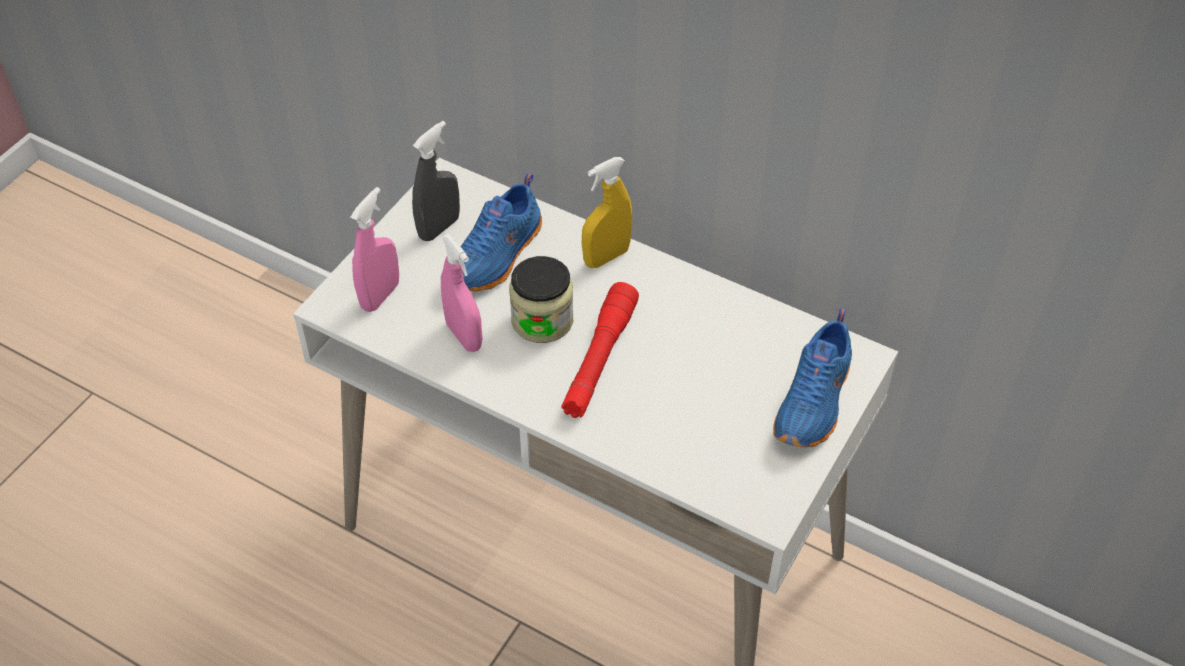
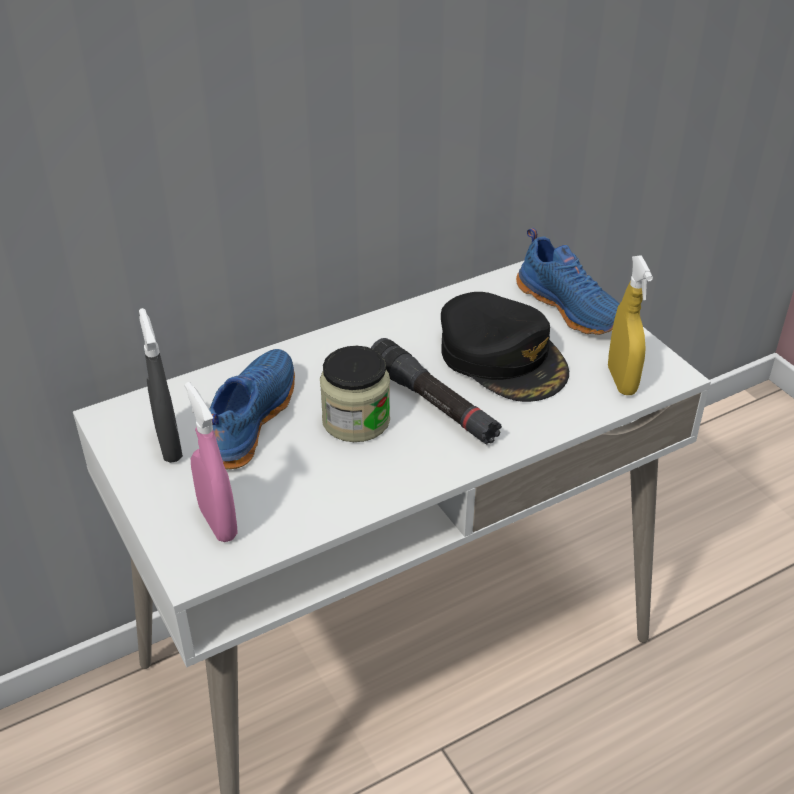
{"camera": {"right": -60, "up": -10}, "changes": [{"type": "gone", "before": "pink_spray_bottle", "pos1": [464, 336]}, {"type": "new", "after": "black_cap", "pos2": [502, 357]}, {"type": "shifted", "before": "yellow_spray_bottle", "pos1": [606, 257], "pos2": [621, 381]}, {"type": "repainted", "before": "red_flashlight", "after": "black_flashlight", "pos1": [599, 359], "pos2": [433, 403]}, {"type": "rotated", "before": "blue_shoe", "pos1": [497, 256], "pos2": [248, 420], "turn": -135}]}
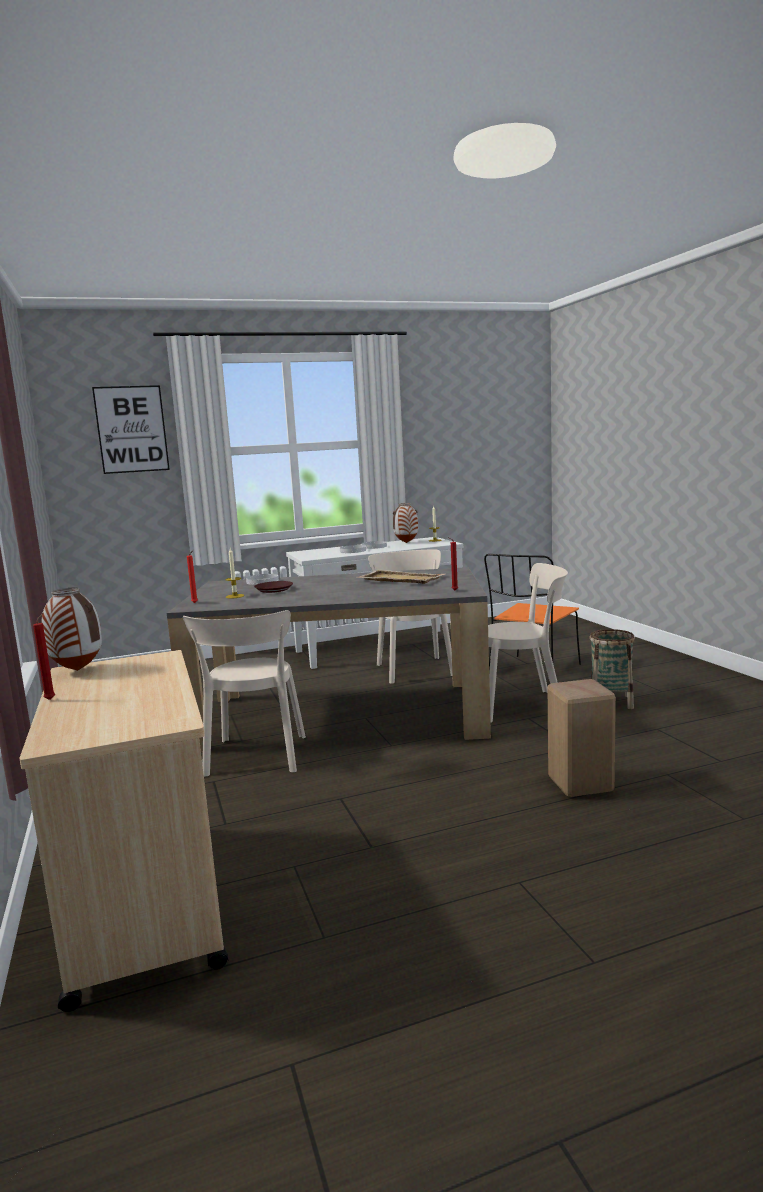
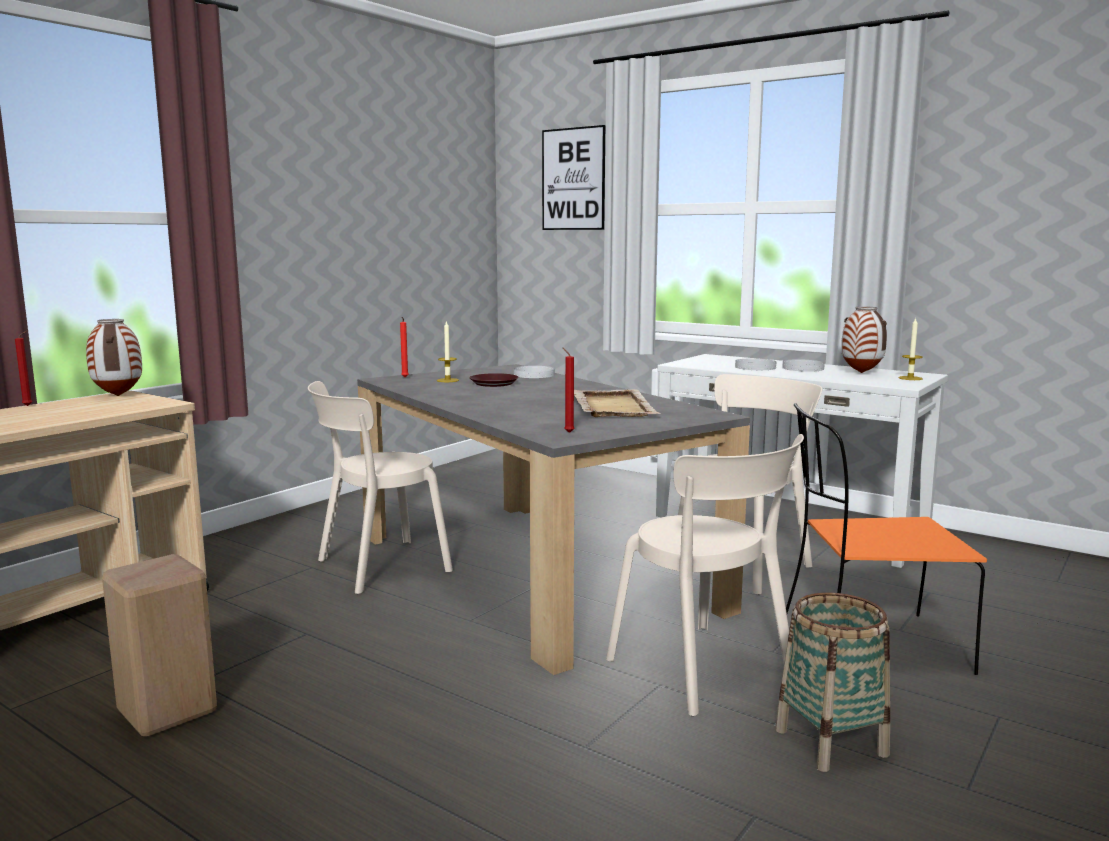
{"camera": {"right": 55, "up": 0}, "changes": [{"type": "shifted", "before": "beige_stool", "pos1": [579, 785], "pos2": [164, 711]}]}
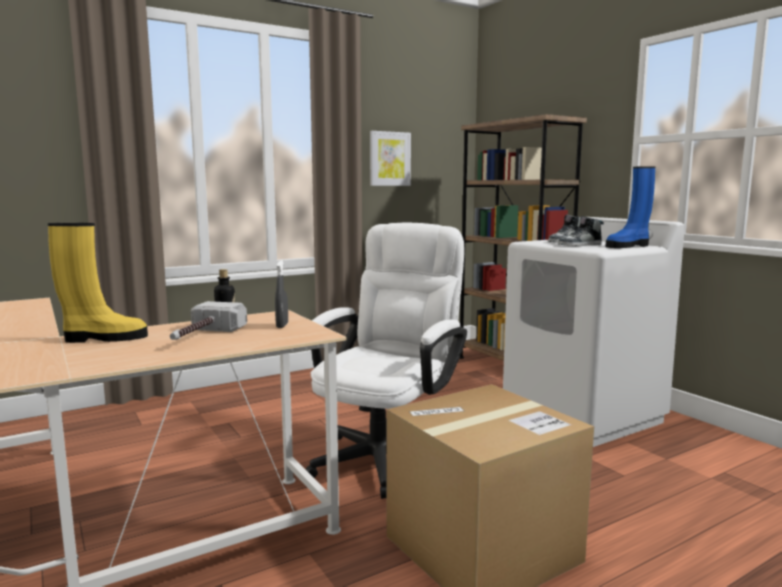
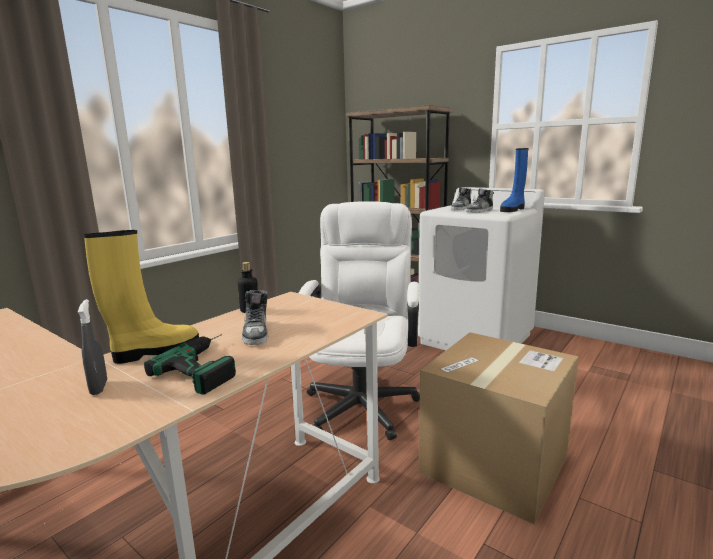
{"camera": {"right": -20, "up": 5}, "changes": [{"type": "gone", "before": "picture", "pos1": [389, 159]}, {"type": "new", "after": "power_drill", "pos2": [210, 364]}, {"type": "shifted", "before": "grey_spray_bottle", "pos1": [282, 325], "pos2": [99, 388]}, {"type": "swapped", "before": "hammer", "after": "shoe", "pos1": [202, 336], "pos2": [256, 333]}]}
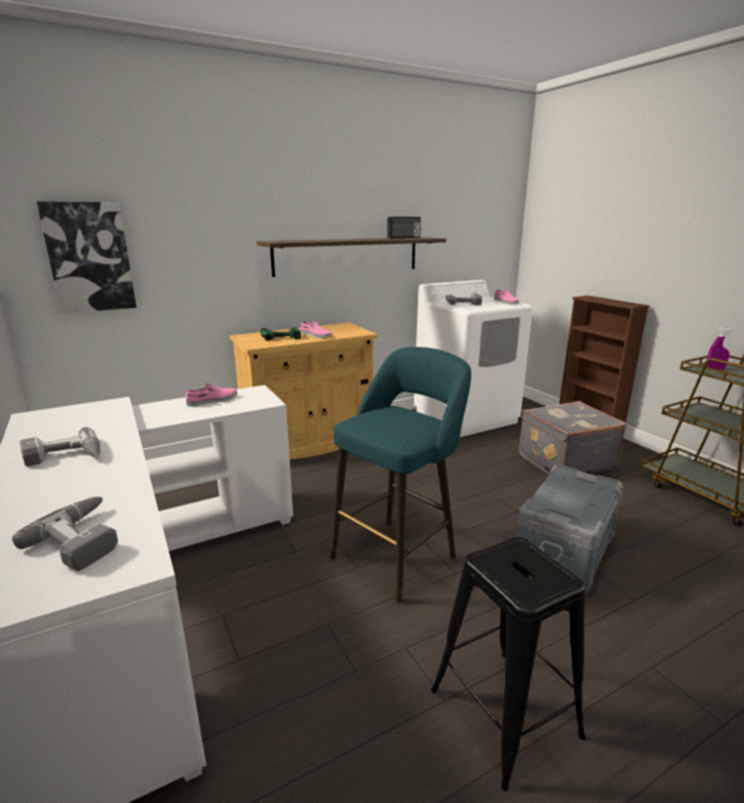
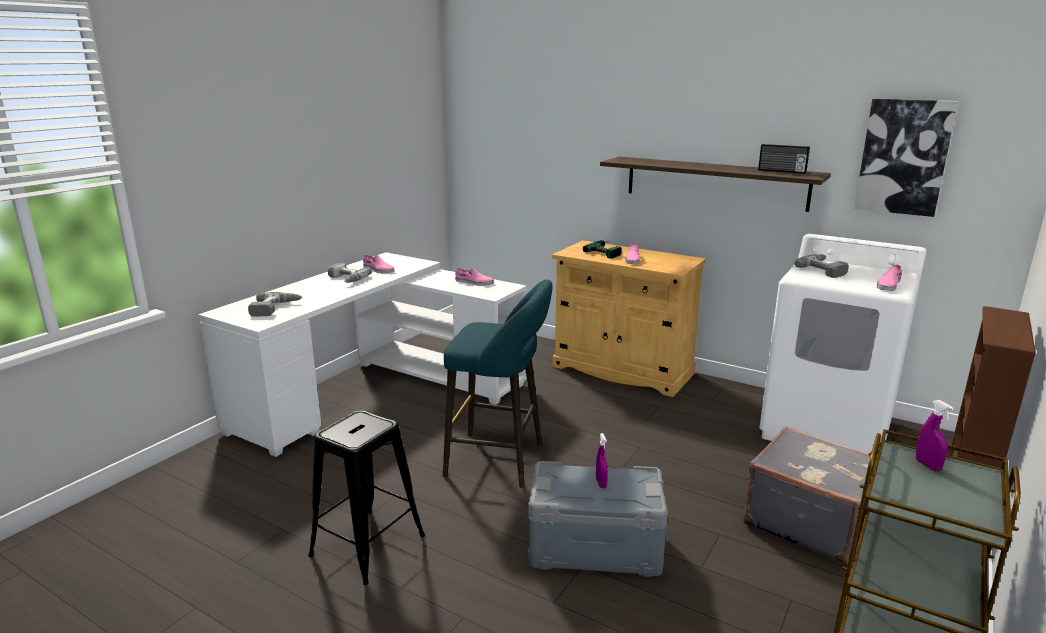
{"camera": {"right": 60, "up": 0}, "changes": [{"type": "new", "after": "pink_shoe", "pos2": [378, 270]}, {"type": "new", "after": "purple_spray_bottle", "pos2": [601, 483]}, {"type": "shifted", "before": "picture", "pos1": [89, 257], "pos2": [903, 157]}]}
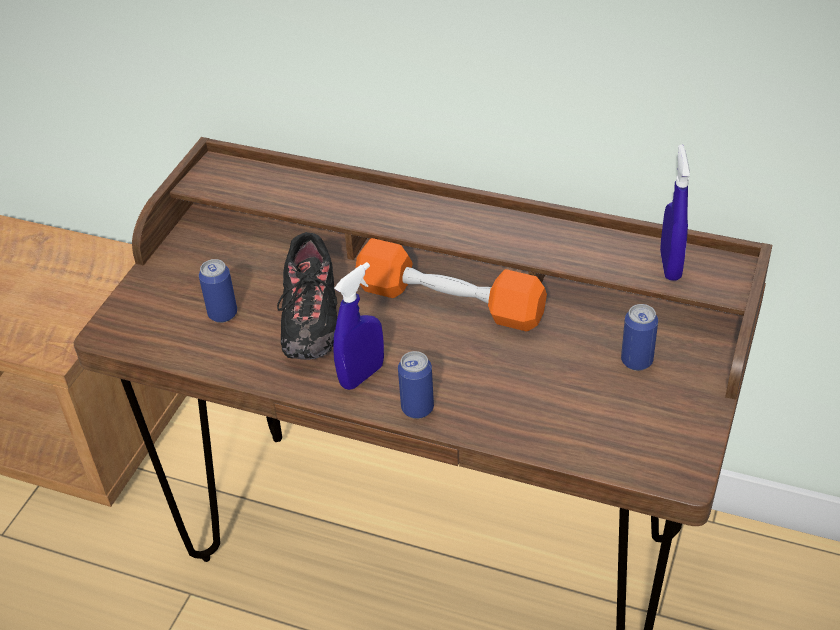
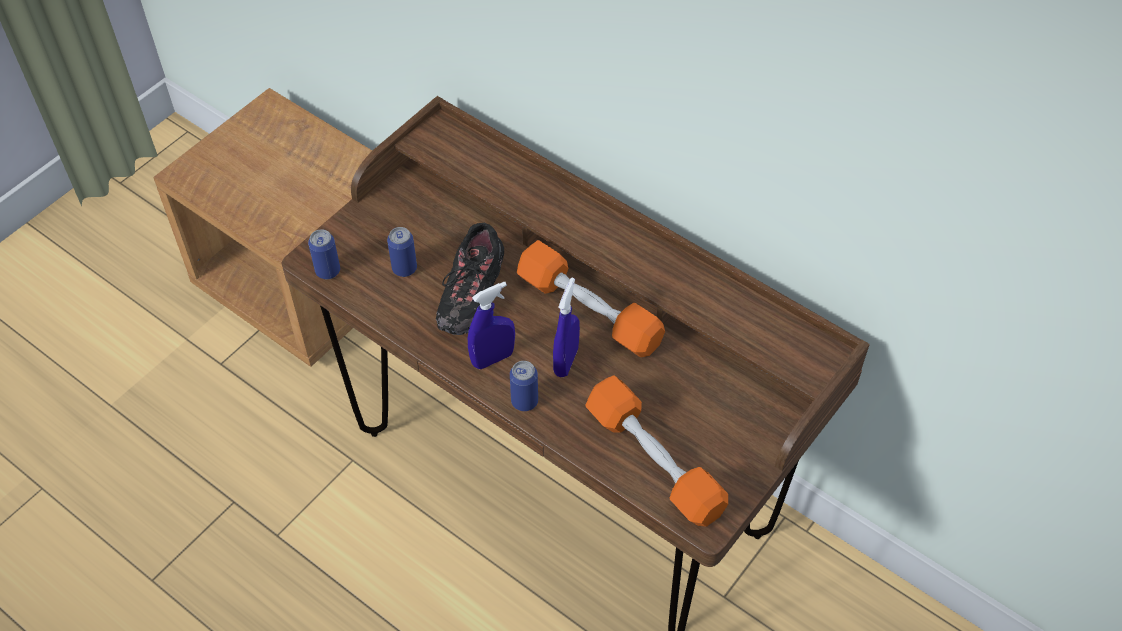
{"camera": {"right": 15, "up": 10}, "changes": [{"type": "new", "after": "orange_dumbbell", "pos2": [654, 461]}, {"type": "shifted", "before": "can", "pos1": [636, 361], "pos2": [328, 271]}, {"type": "shifted", "before": "blue_spray_bottle", "pos1": [670, 265], "pos2": [566, 361]}]}
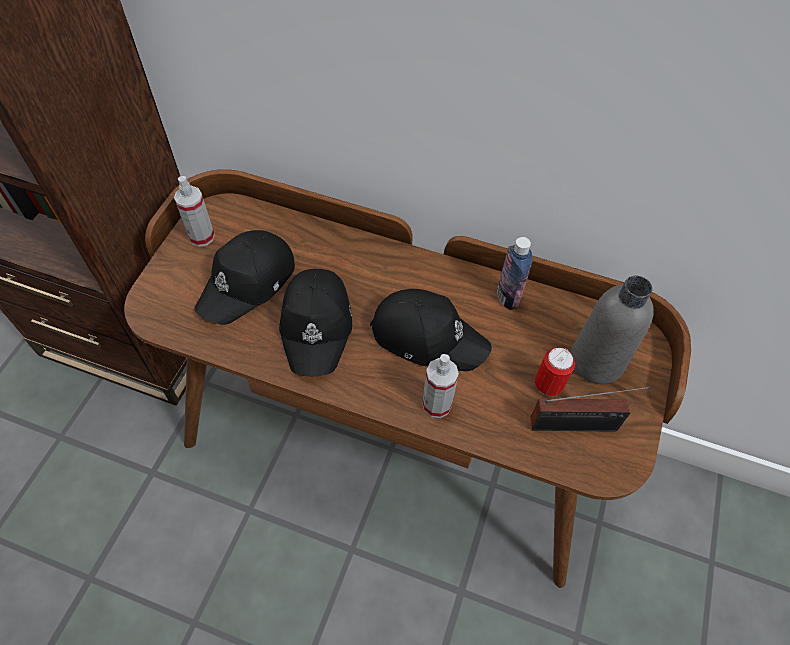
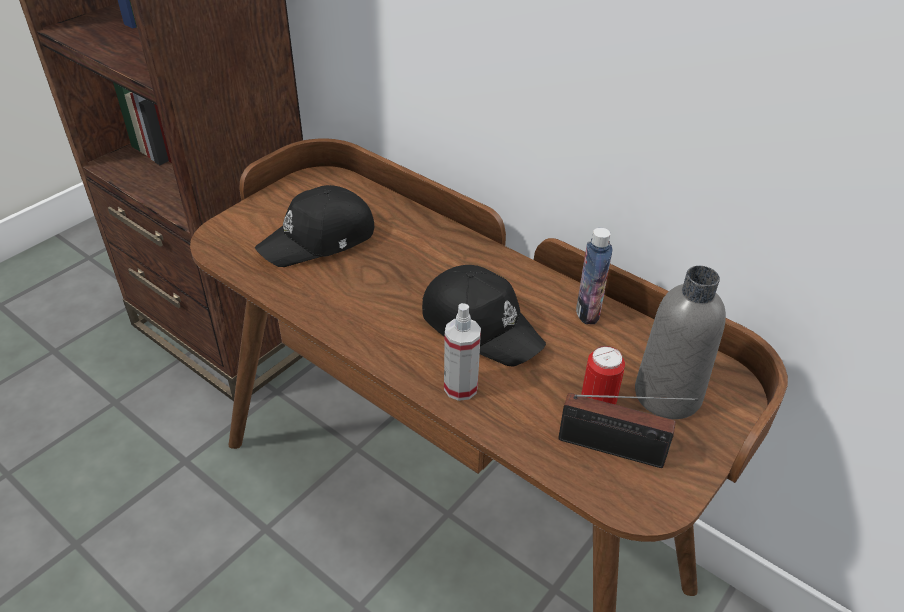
{"camera": {"right": 20, "up": -15}, "changes": [{"type": "gone", "before": "spray_bottle", "pos1": [201, 236]}, {"type": "gone", "before": "black_cap", "pos1": [317, 326]}]}
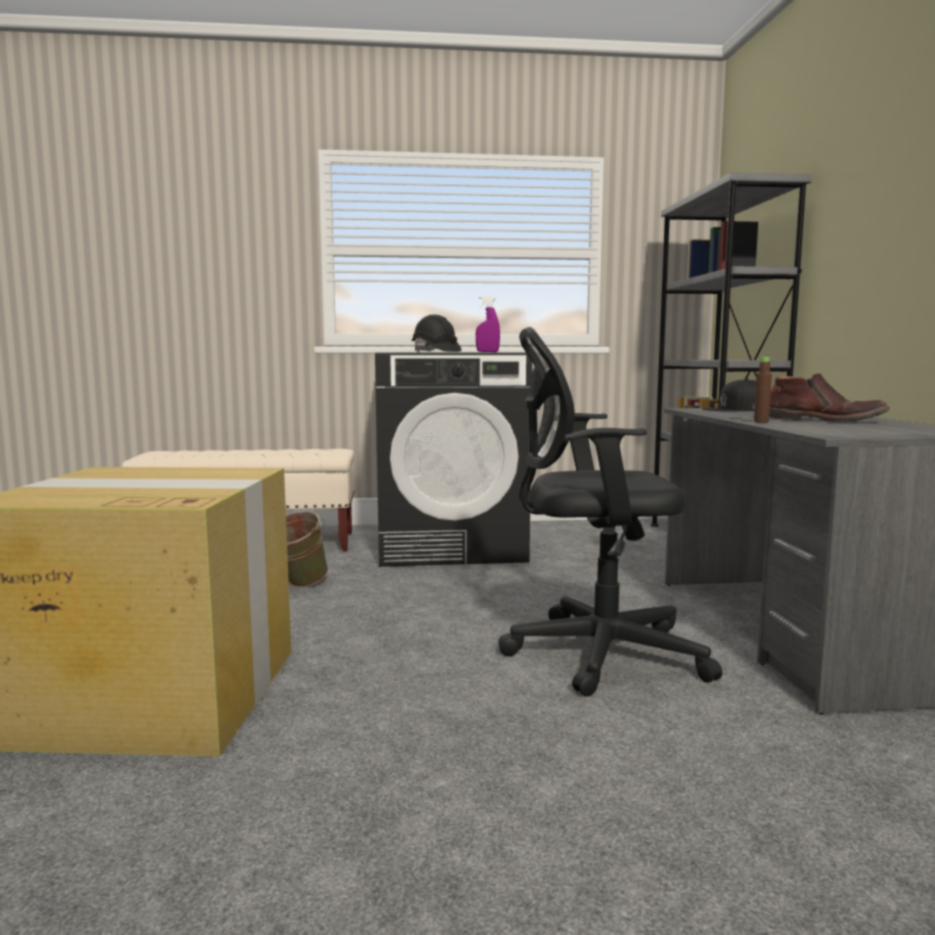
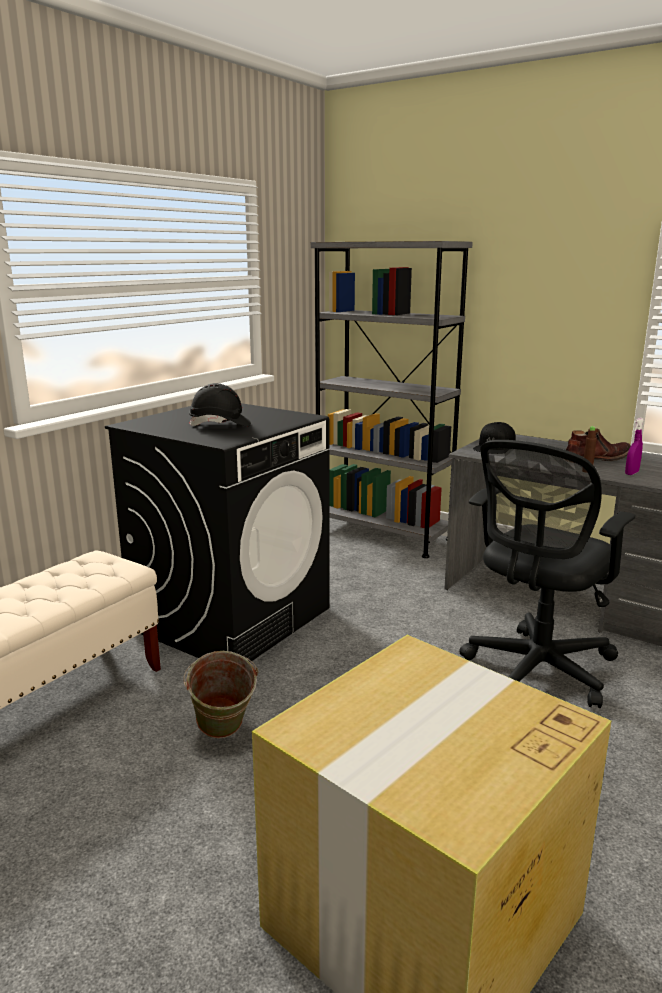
{"camera": {"right": -50, "up": 10}, "changes": [{"type": "shifted", "before": "purple_spray_bottle", "pos1": [487, 352], "pos2": [631, 473]}]}
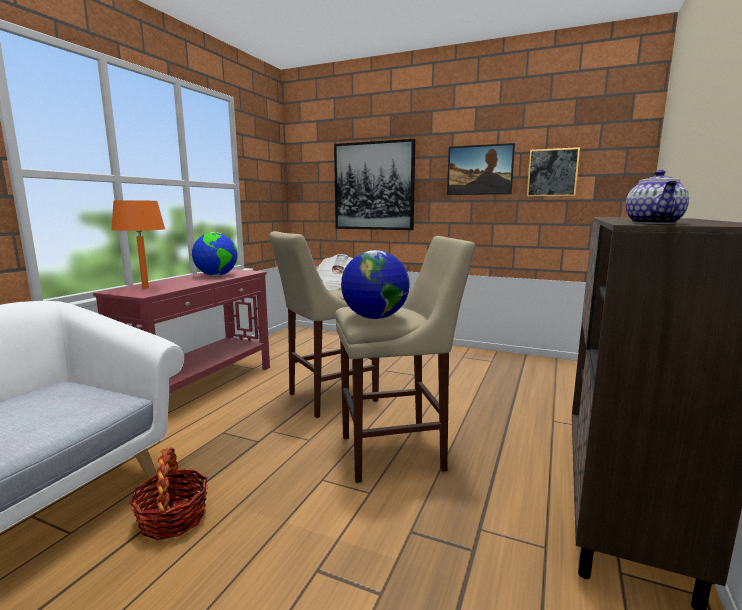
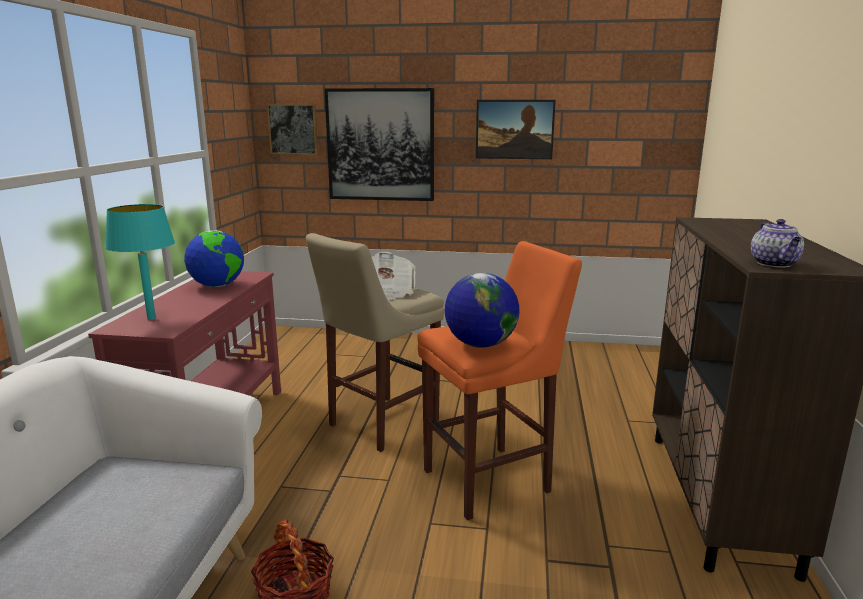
{"camera": {"right": -15, "up": 5}, "changes": [{"type": "shifted", "before": "picture", "pos1": [552, 172], "pos2": [293, 129]}, {"type": "repainted", "before": "orange_table_lamp", "after": "turquoise_table_lamp", "pos1": [145, 288], "pos2": [151, 318]}, {"type": "repainted", "before": "beige_stool", "after": "orange_stool", "pos1": [398, 452], "pos2": [492, 479]}]}
